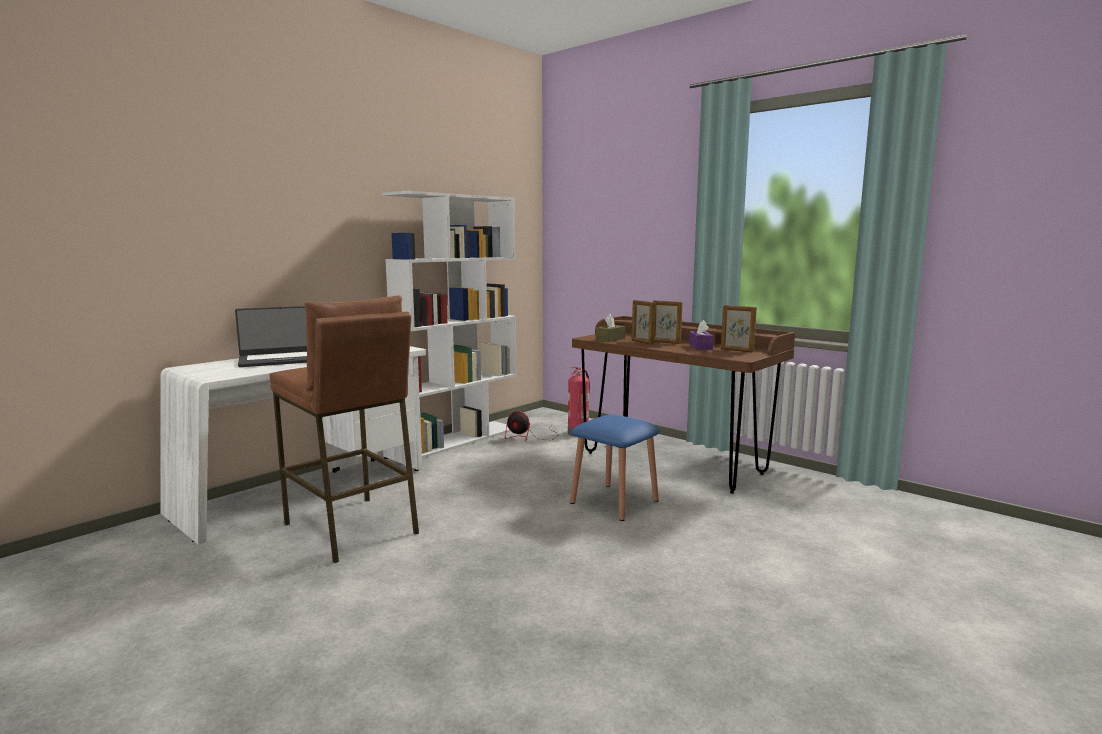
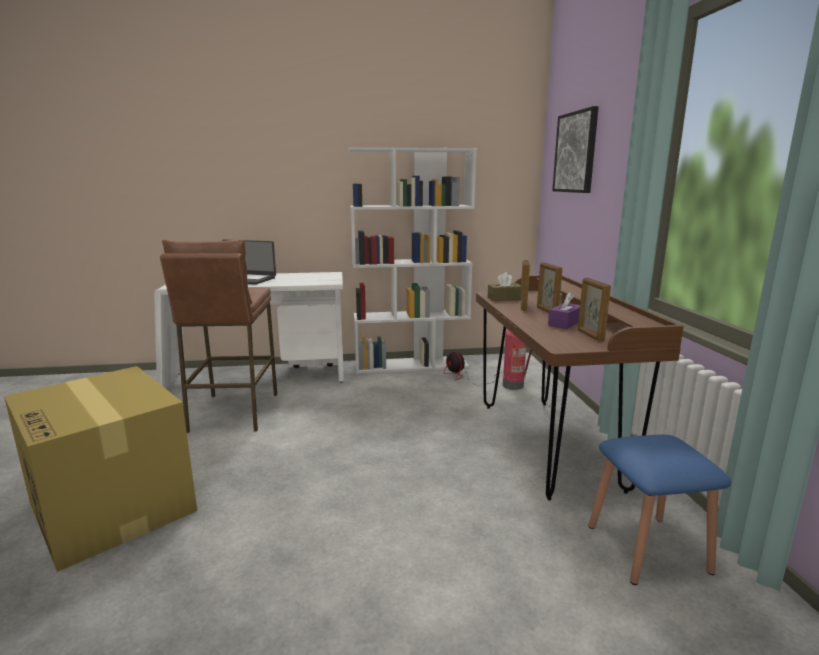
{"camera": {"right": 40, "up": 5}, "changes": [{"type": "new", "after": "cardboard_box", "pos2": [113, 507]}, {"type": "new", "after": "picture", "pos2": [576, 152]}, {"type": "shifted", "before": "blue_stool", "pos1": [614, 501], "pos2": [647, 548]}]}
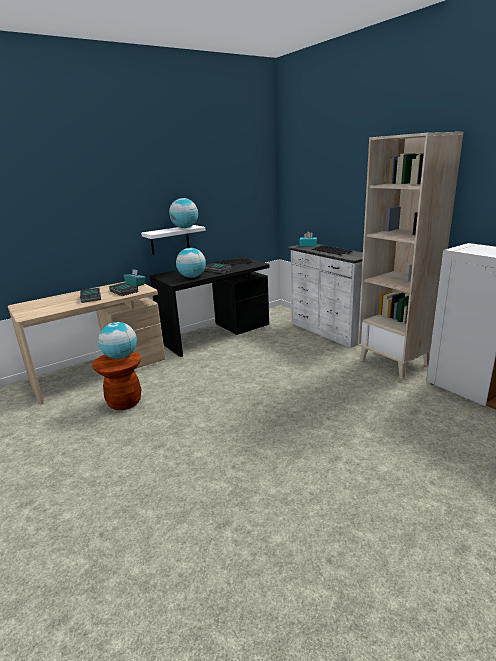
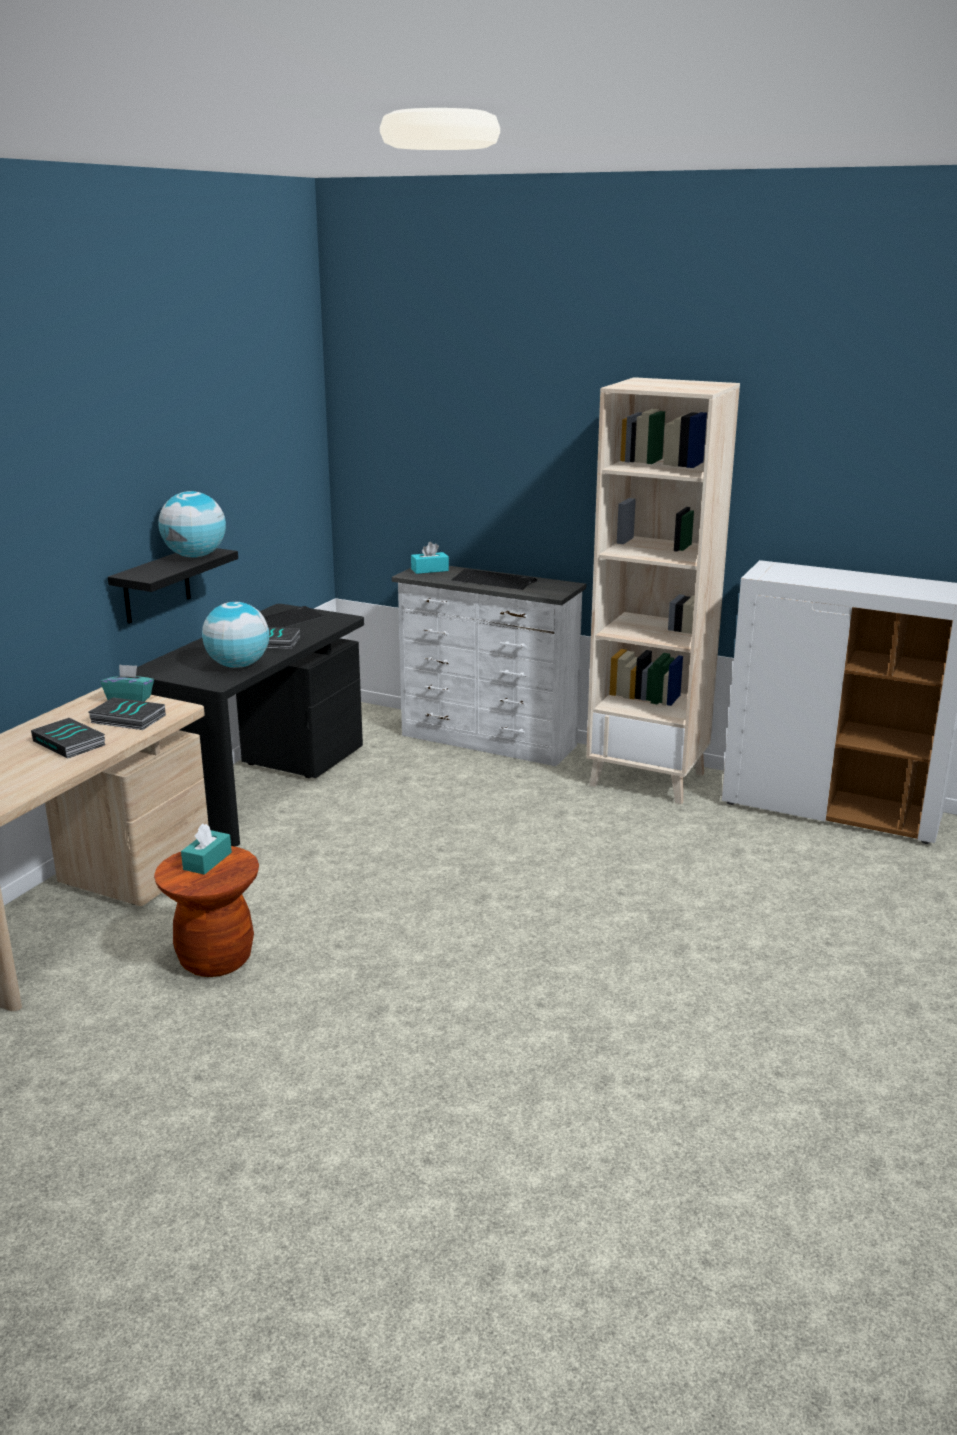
{"camera": {"right": -30, "up": 0}, "changes": [{"type": "swapped", "before": "globe", "after": "turquoise_tissue_box", "pos1": [120, 357], "pos2": [207, 861]}, {"type": "repainted", "before": "white_shelf", "after": "black_shelf", "pos1": [170, 239], "pos2": [156, 585]}]}
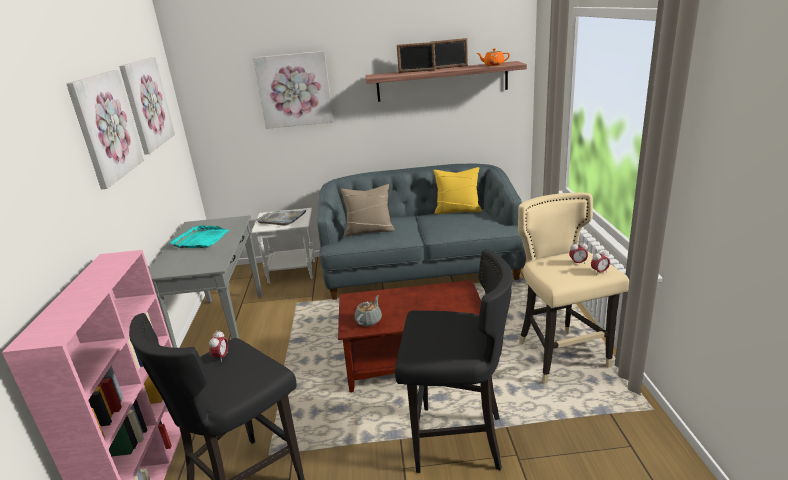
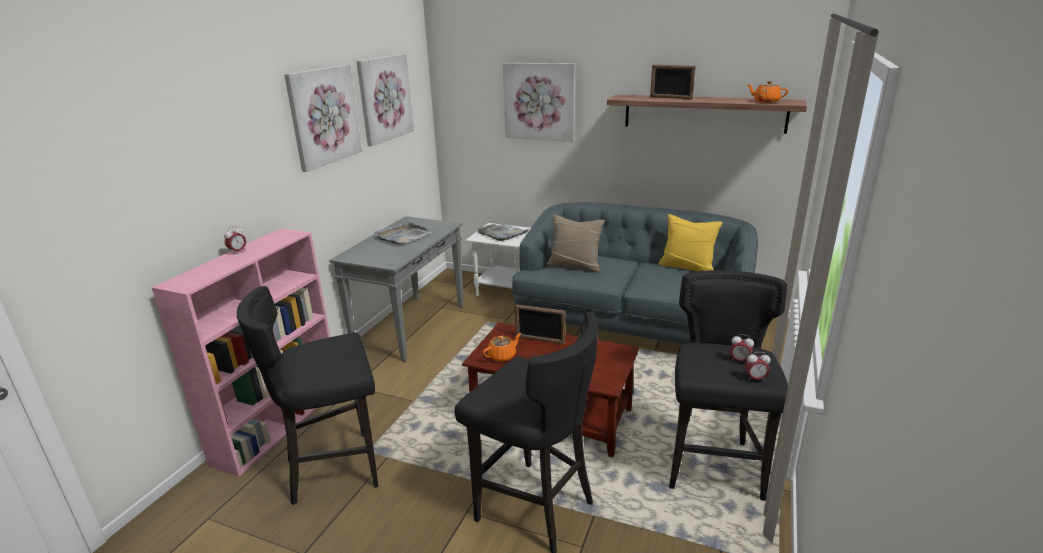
{"camera": {"right": 25, "up": 0}, "changes": [{"type": "shifted", "before": "alarm_clock", "pos1": [221, 357], "pos2": [238, 251]}, {"type": "shifted", "before": "picture_frame", "pos1": [449, 67], "pos2": [540, 340]}, {"type": "repainted", "before": "turquoise_tray", "after": "grey_tray", "pos1": [201, 239], "pos2": [402, 236]}, {"type": "repainted", "before": "grey_teapot", "after": "orange_teapot", "pos1": [369, 320], "pos2": [502, 356]}, {"type": "repainted", "before": "beige_stool", "after": "black_stool", "pos1": [561, 357], "pos2": [714, 468]}]}
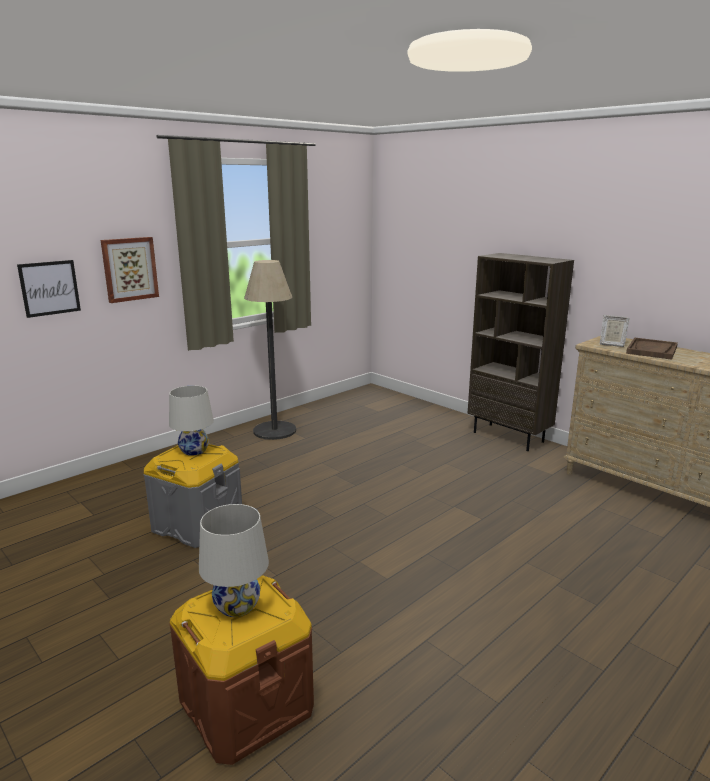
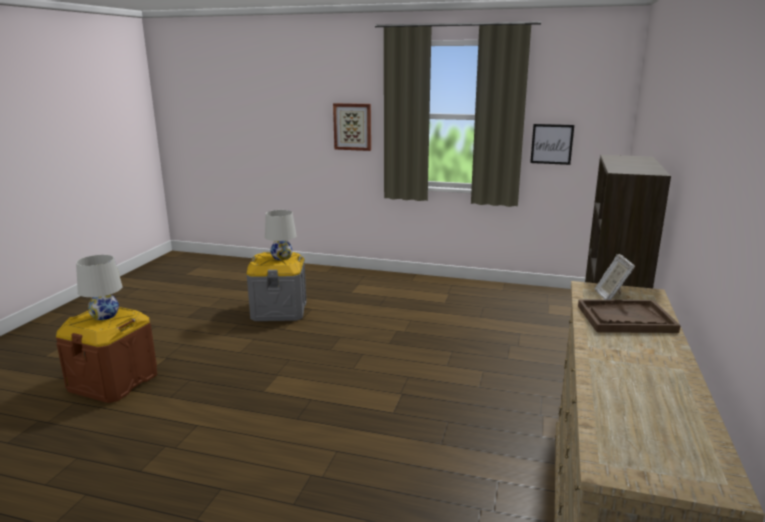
{"camera": {"right": 60, "up": 0}, "changes": [{"type": "gone", "before": "floor_lamp", "pos1": [274, 430]}, {"type": "shifted", "before": "picture", "pos1": [49, 288], "pos2": [551, 144]}]}
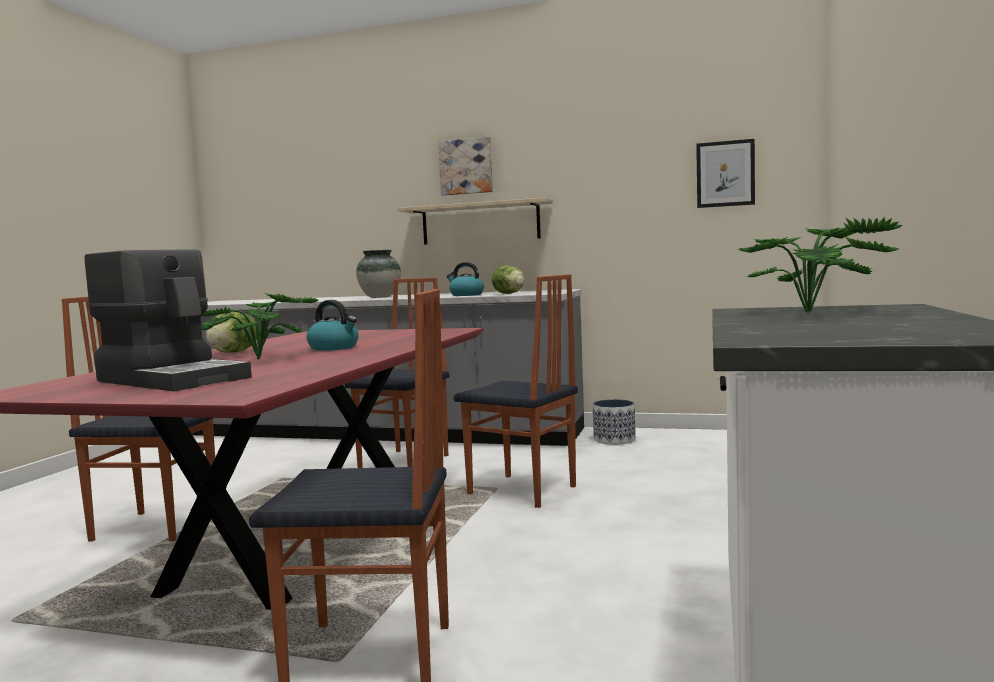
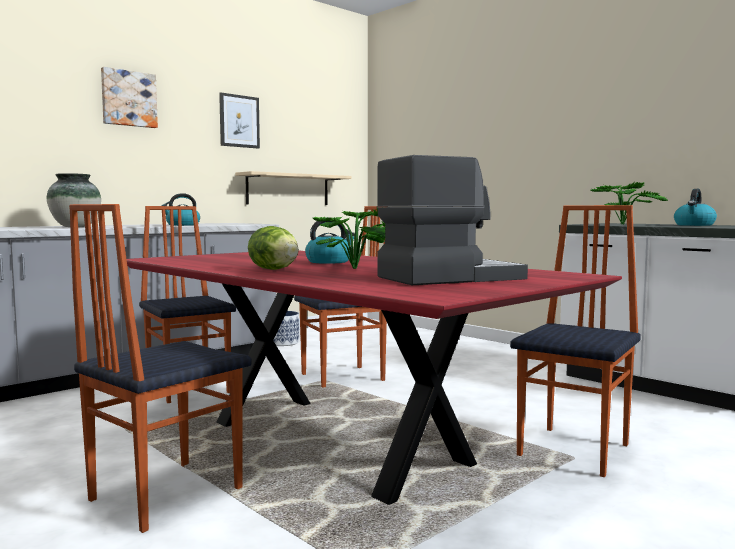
{"camera": {"right": -60, "up": 0}, "changes": [{"type": "gone", "before": "lettuce", "pos1": [509, 293]}, {"type": "new", "after": "kettle", "pos2": [694, 225]}, {"type": "shifted", "before": "beige_shelf", "pos1": [480, 223], "pos2": [288, 189]}, {"type": "shifted", "before": "picture", "pos1": [725, 174], "pos2": [239, 121]}]}
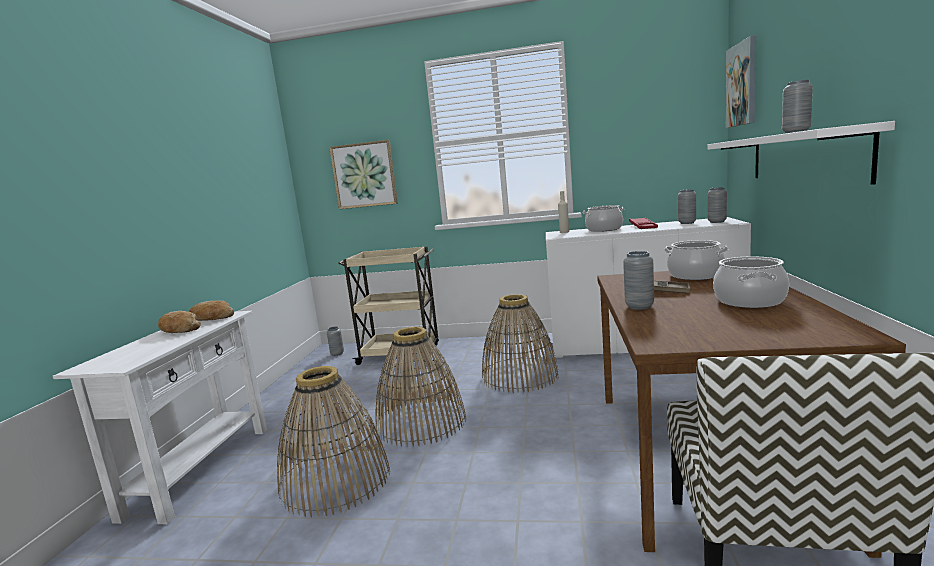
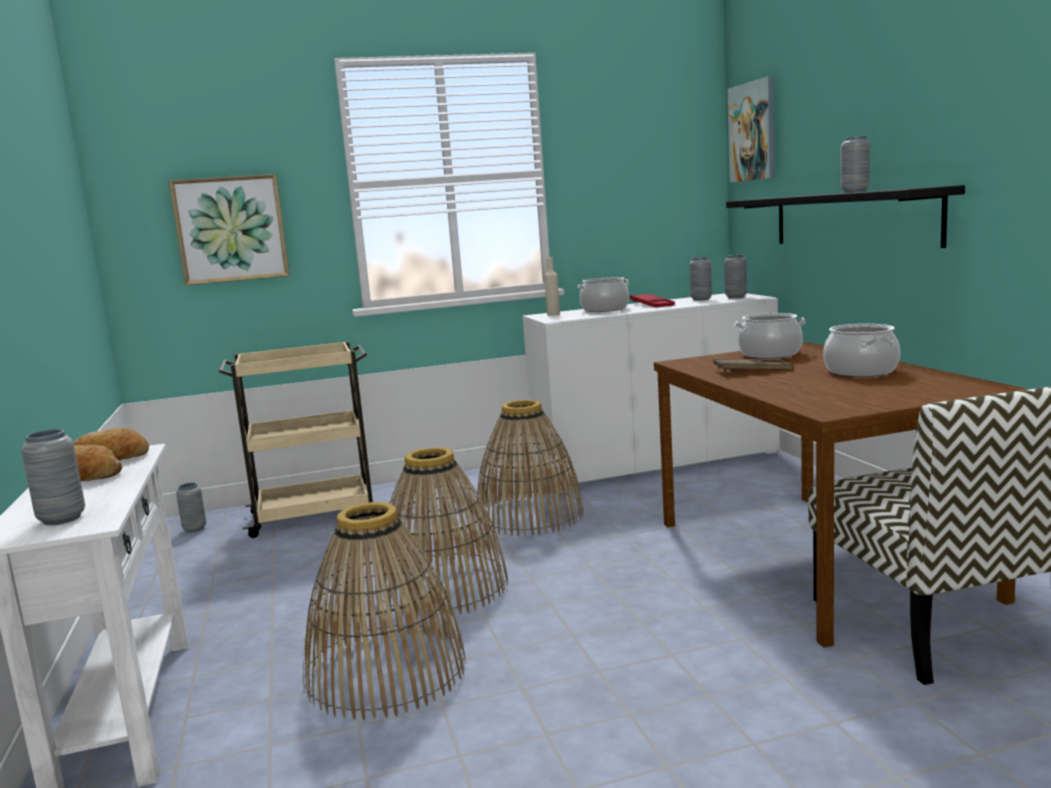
{"camera": {"right": -25, "up": 0}, "changes": [{"type": "shifted", "before": "grey_vase", "pos1": [639, 306], "pos2": [62, 519]}, {"type": "repainted", "before": "white_shelf", "after": "black_shelf", "pos1": [804, 156], "pos2": [851, 219]}]}
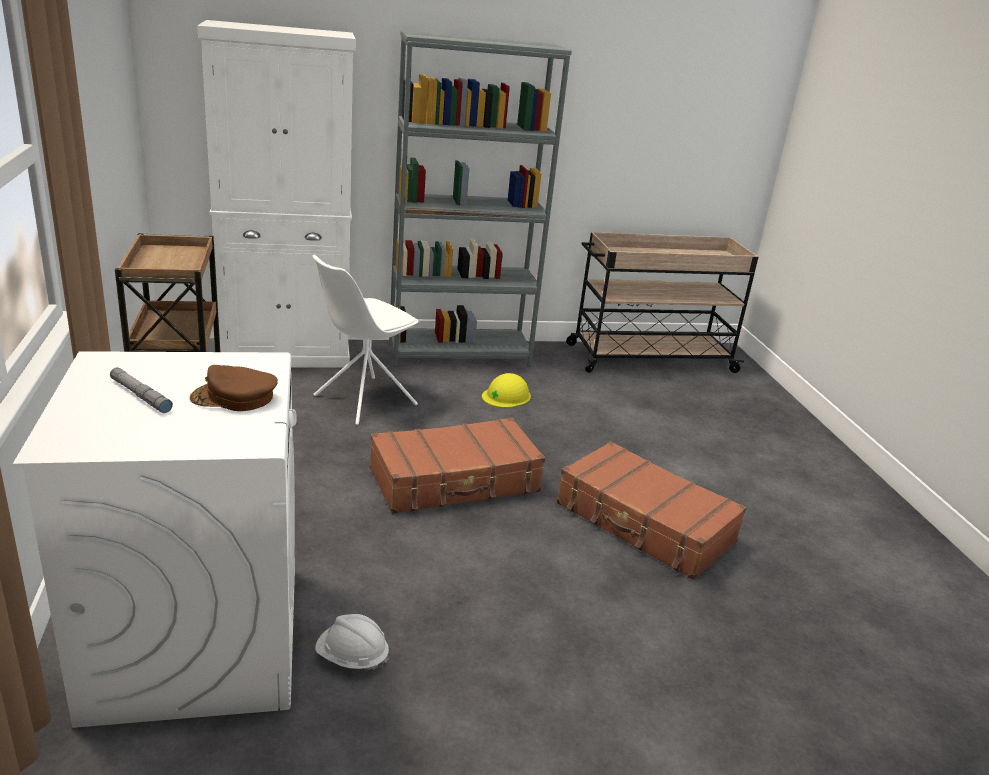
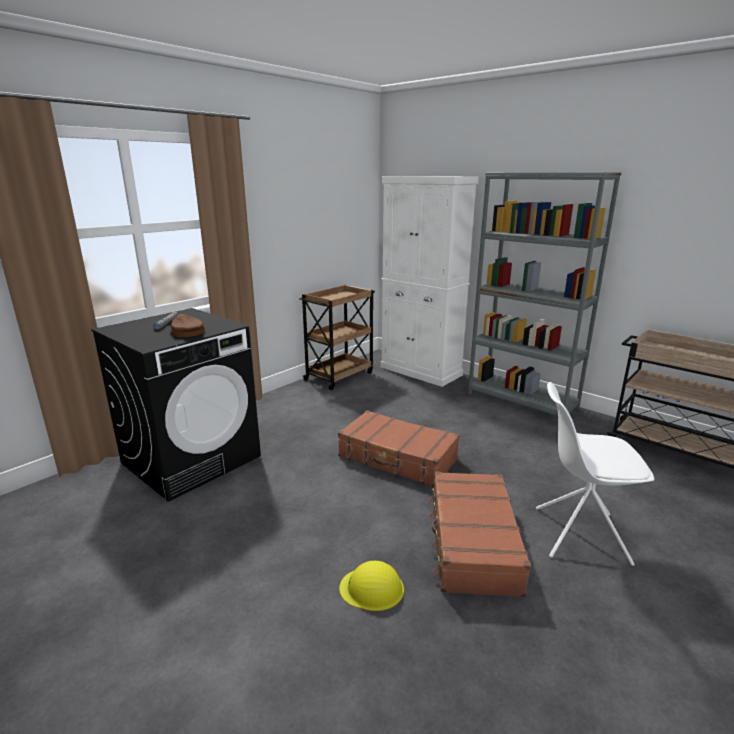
{"camera": {"right": 55, "up": -5}, "changes": [{"type": "gone", "before": "white_hard_hat", "pos1": [352, 658]}, {"type": "shifted", "before": "white_chair", "pos1": [363, 401], "pos2": [578, 534]}, {"type": "shifted", "before": "yellow_hard_hat", "pos1": [506, 396], "pos2": [372, 588]}, {"type": "repainted", "before": "white_washing_machine", "after": "black_washing_machine", "pos1": [197, 638], "pos2": [192, 459]}]}
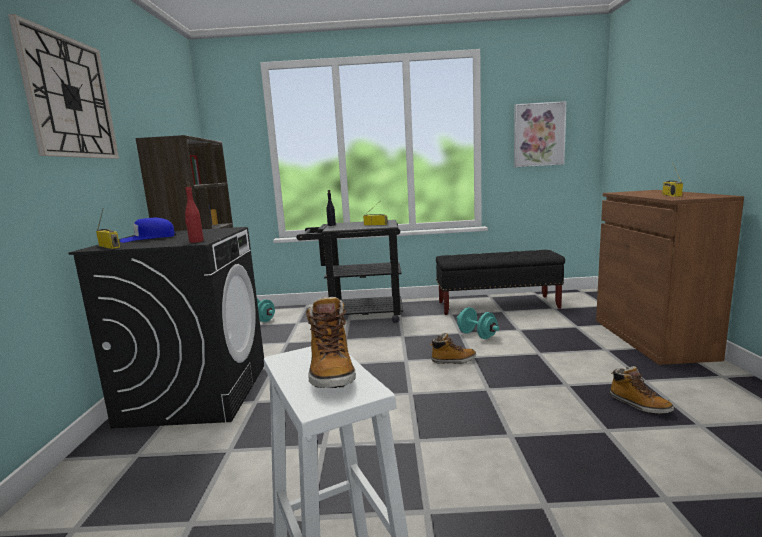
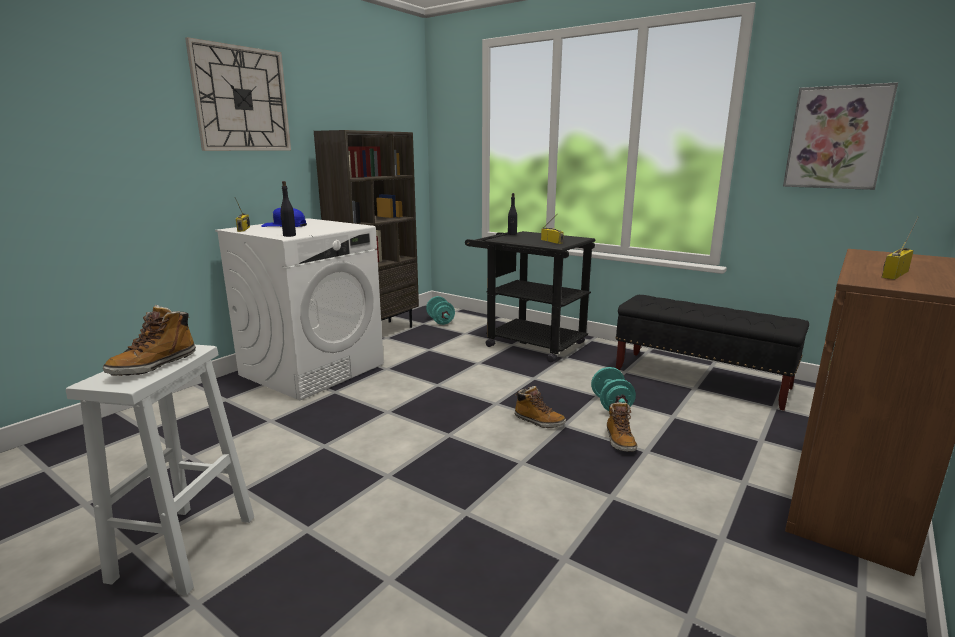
{"camera": {"right": 35, "up": 5}, "changes": [{"type": "shifted", "before": "boot", "pos1": [639, 405], "pos2": [619, 441]}, {"type": "repainted", "before": "black_washing_machine", "after": "white_washing_machine", "pos1": [197, 392], "pos2": [313, 369]}, {"type": "repainted", "before": "red_bottle", "after": "black_bottle", "pos1": [196, 241], "pos2": [289, 235]}]}
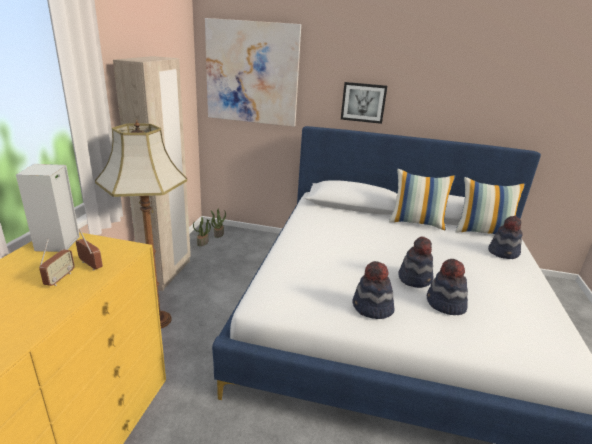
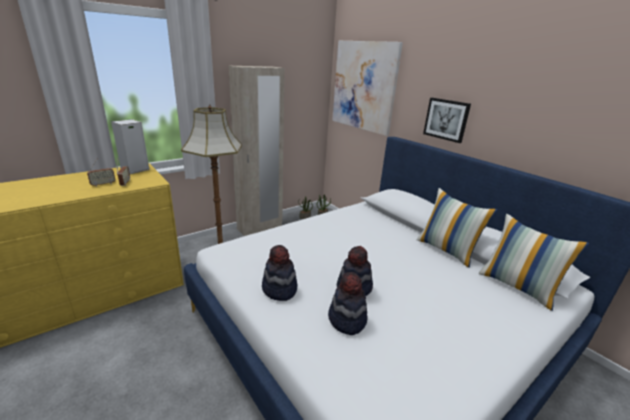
{"camera": {"right": 40, "up": 0}, "changes": [{"type": "gone", "before": "hat", "pos1": [503, 253]}]}
